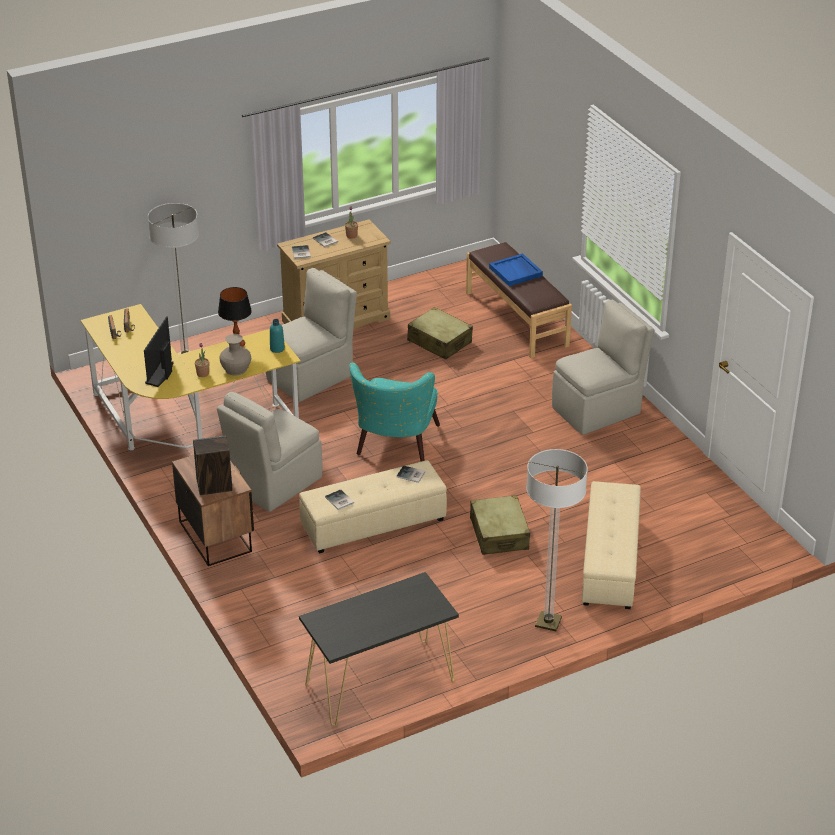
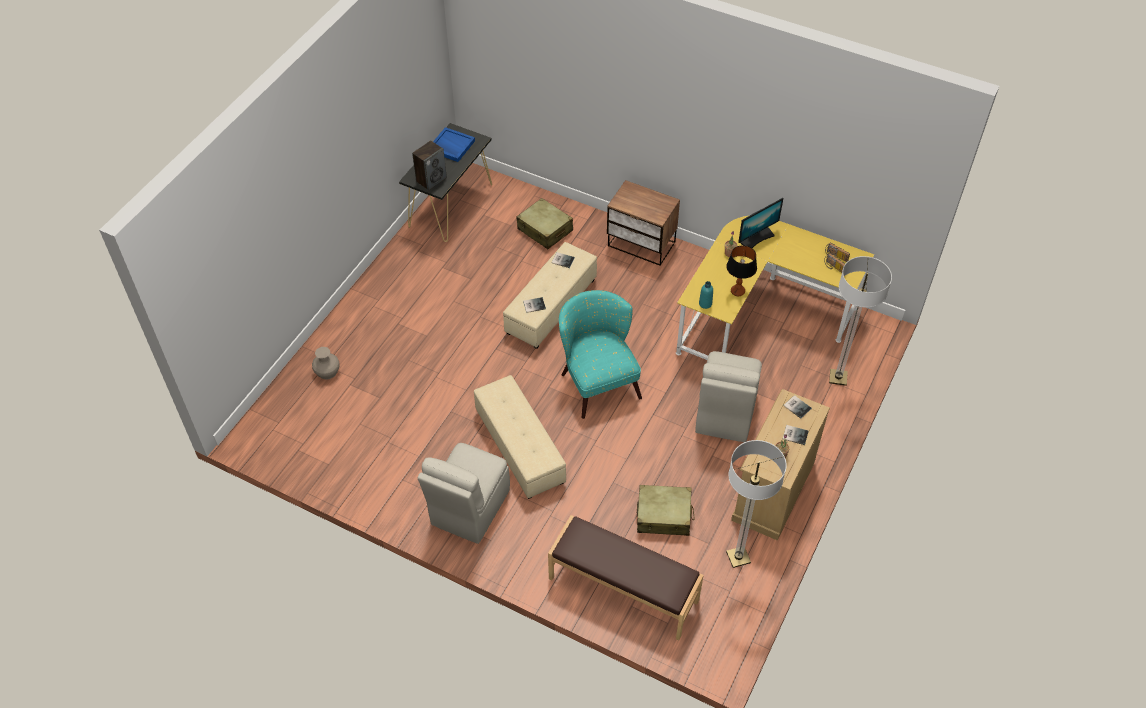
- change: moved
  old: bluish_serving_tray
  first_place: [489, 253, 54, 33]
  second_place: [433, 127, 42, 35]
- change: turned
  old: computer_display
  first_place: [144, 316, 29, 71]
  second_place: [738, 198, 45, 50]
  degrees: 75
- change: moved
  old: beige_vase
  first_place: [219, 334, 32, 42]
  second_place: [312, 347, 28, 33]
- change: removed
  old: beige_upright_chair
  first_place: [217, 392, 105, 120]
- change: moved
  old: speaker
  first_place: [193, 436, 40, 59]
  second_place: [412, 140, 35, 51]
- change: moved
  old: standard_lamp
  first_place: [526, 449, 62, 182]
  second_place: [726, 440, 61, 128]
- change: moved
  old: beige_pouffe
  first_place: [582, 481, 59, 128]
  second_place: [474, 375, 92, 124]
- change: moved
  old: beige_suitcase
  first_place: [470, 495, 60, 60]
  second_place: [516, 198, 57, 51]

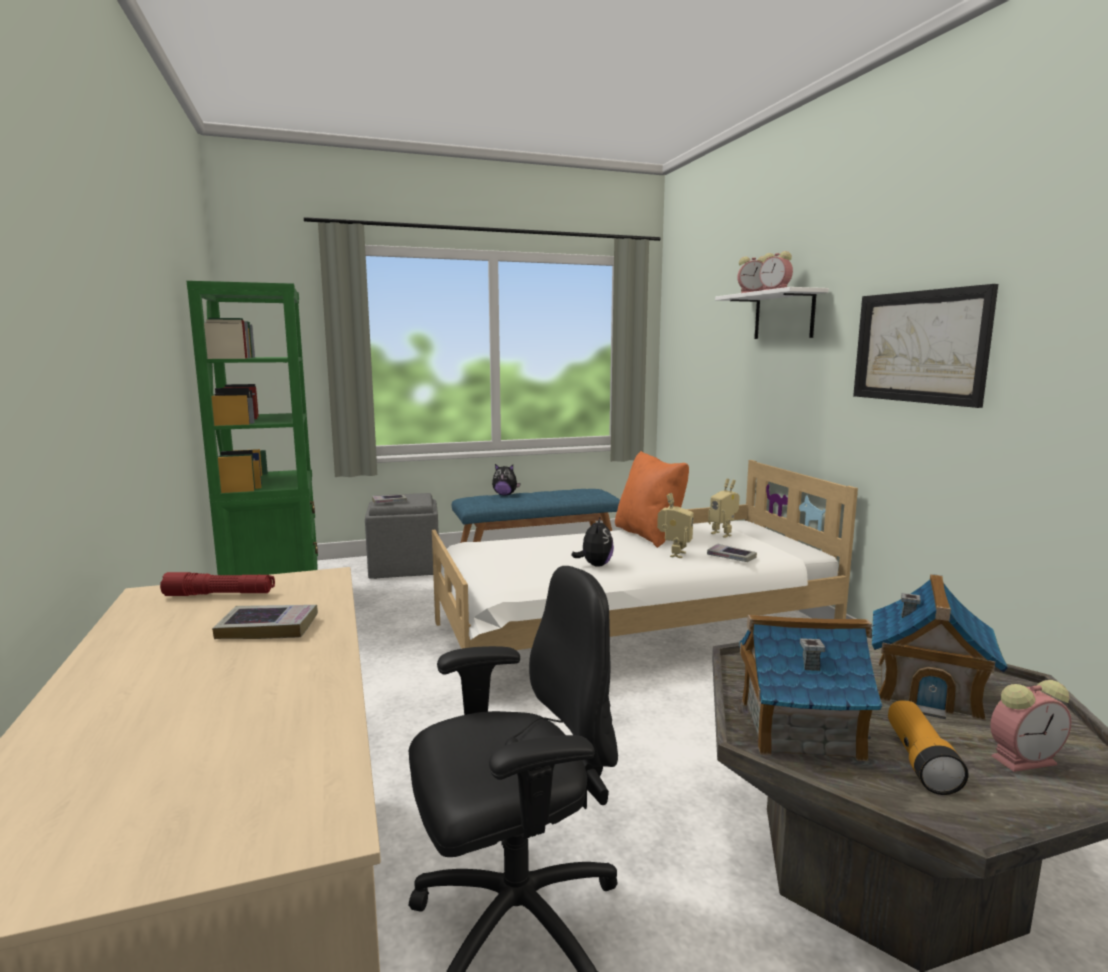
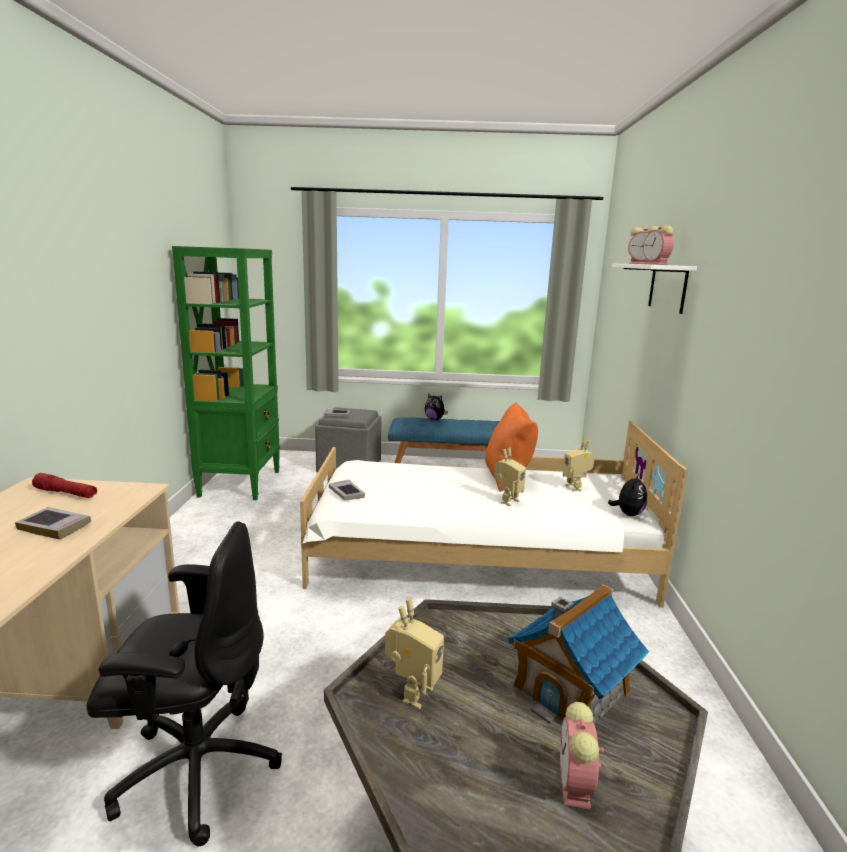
- change: removed
  old: wall_picture
  first_place: [853, 284, 145, 124]
- change: moved
  old: plush_toy
  first_place: [572, 516, 42, 51]
  second_place: [608, 474, 39, 42]
- change: moved
  old: book
  first_place: [707, 544, 50, 18]
  second_place: [329, 480, 36, 20]
- change: replaced
  old: model_house
  new: model_robot
  first_place: [739, 615, 143, 146]
  second_place: [385, 598, 59, 112]
- change: turned
  old: table_clock
  first_place: [990, 680, 81, 92]
  second_place: [560, 702, 44, 108]
  degrees: 90
- change: removed
  old: flashlight
  first_place: [888, 700, 81, 95]

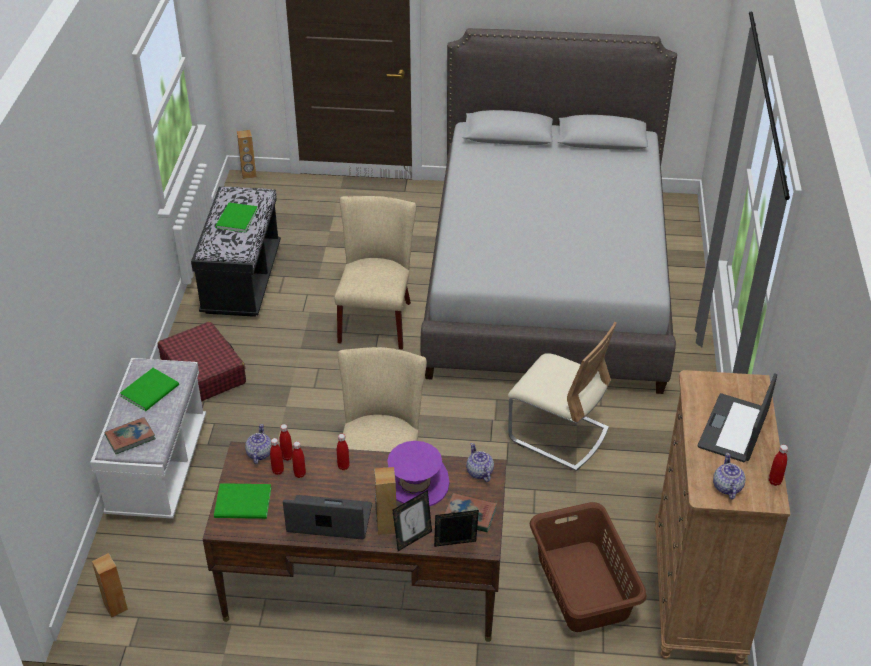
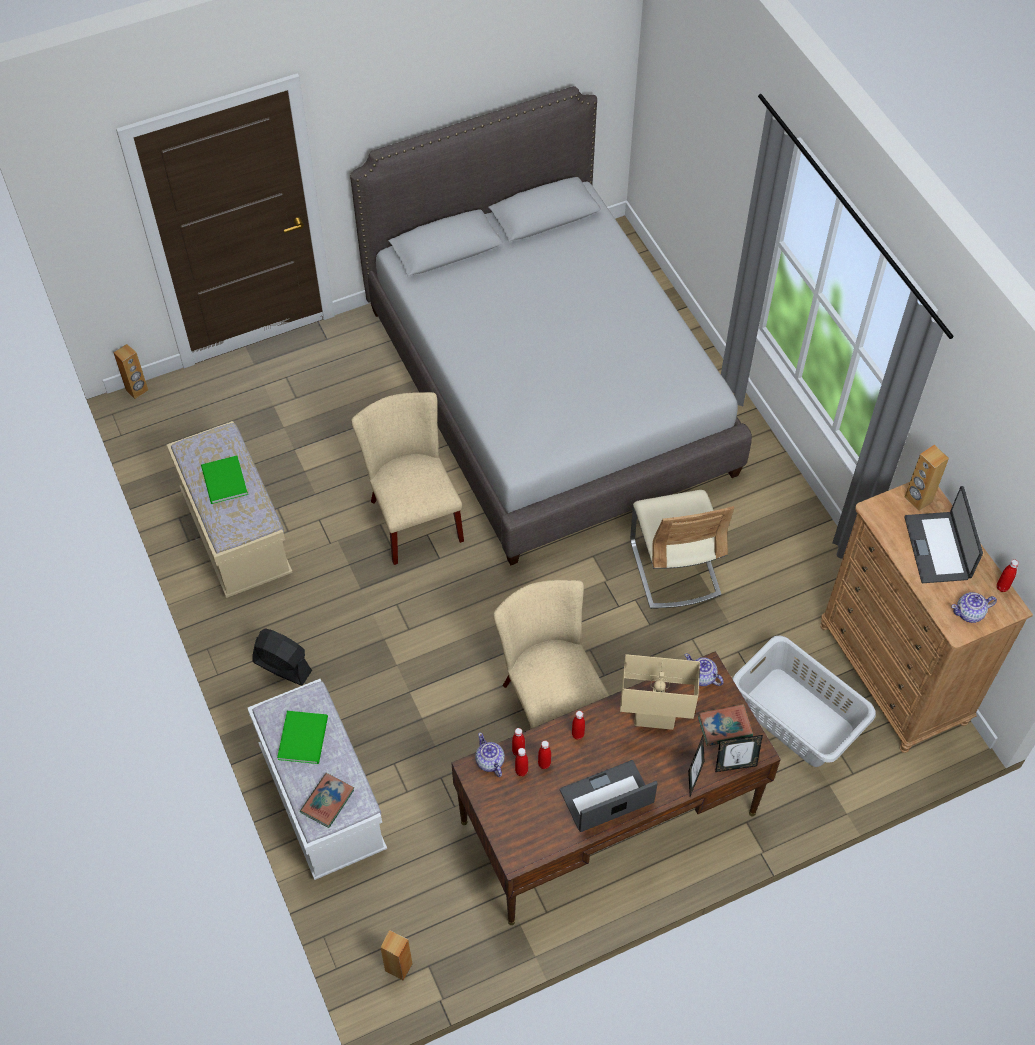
- change: recoloured
  old: blackish_long_seat
  new: beige_long_seat
  first_place: [191, 187, 90, 130]
  second_place: [167, 421, 126, 177]
- change: replaced
  old: reddish_suitcase
  new: blackish_fan
  first_place: [158, 321, 88, 81]
  second_place: [252, 628, 60, 57]
- change: turned
  old: beige_upright_chair
  first_place: [508, 322, 109, 149]
  second_place: [630, 490, 104, 119]
  degrees: 75
- change: replaced
  old: purple-coloured_wearable_hat
  new: beige_table_lamp
  first_place: [387, 441, 63, 65]
  second_place: [620, 654, 80, 76]
- change: turned
  old: pot_for_tea
  first_place: [713, 453, 33, 47]
  second_place: [951, 592, 46, 31]
  degrees: -75
- change: moved
  old: brown-coloured_speaker
  first_place: [374, 467, 22, 68]
  second_place: [905, 445, 44, 66]
- change: removed
  old: green-coloured_book
  first_place: [214, 483, 57, 36]
- change: recoloured
  old: brown-coloured_laundry_basket
  new: greyish_laundry_basket
  first_place: [530, 502, 117, 130]
  second_place: [732, 636, 144, 131]
- change: turned
  old: picture_frame
  first_place: [434, 510, 45, 37]
  second_place: [715, 735, 48, 37]
  degrees: -150

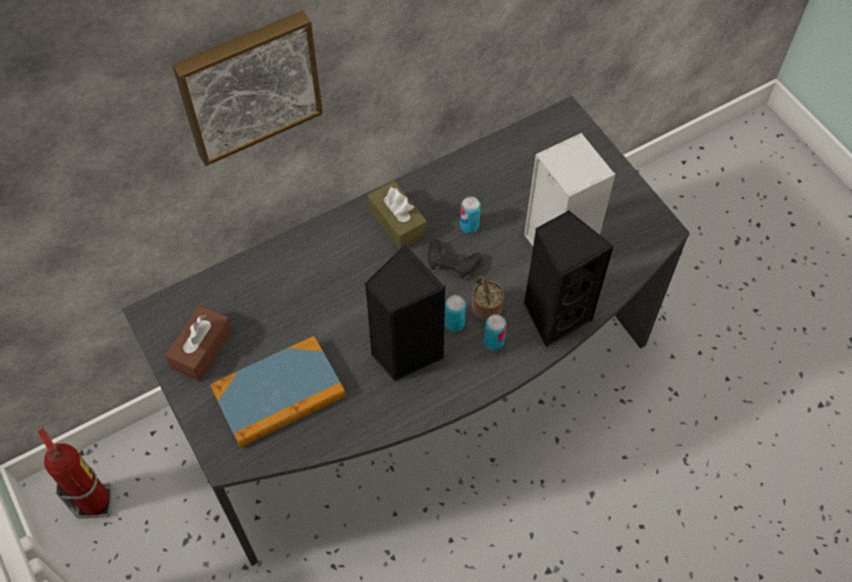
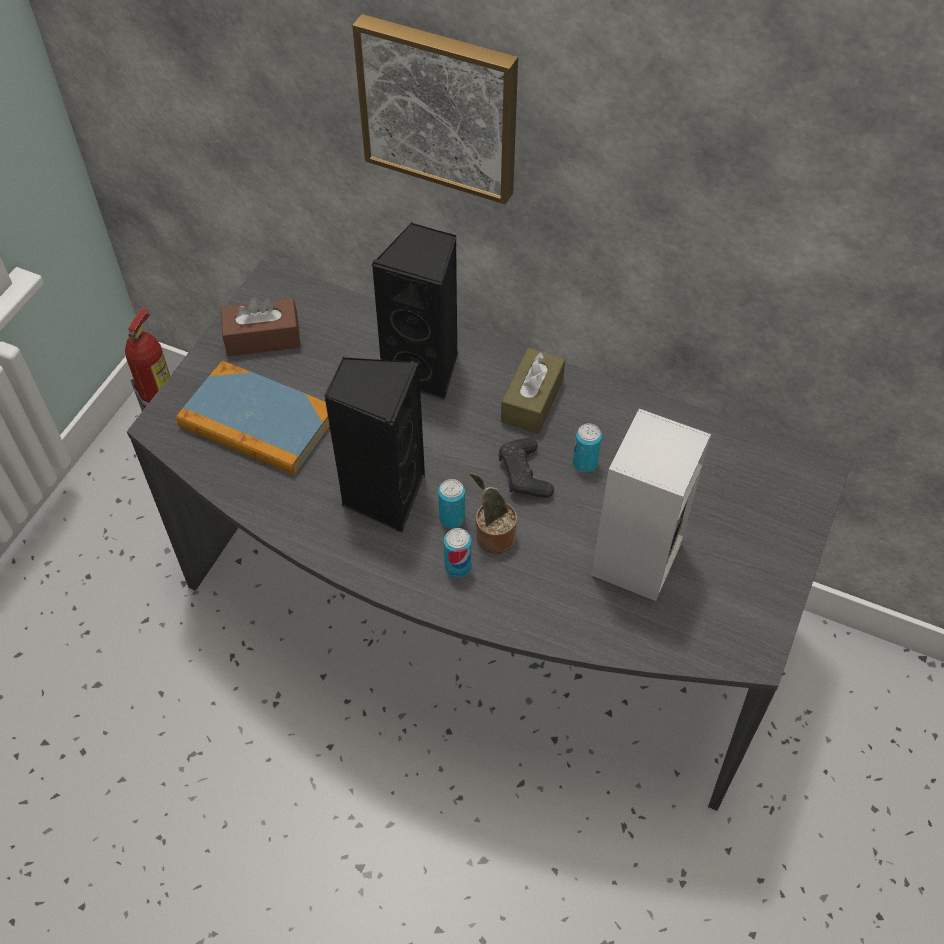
- change: moved
  old: blackish_speaker
  first_place: [524, 210, 90, 138]
  second_place: [371, 222, 87, 179]

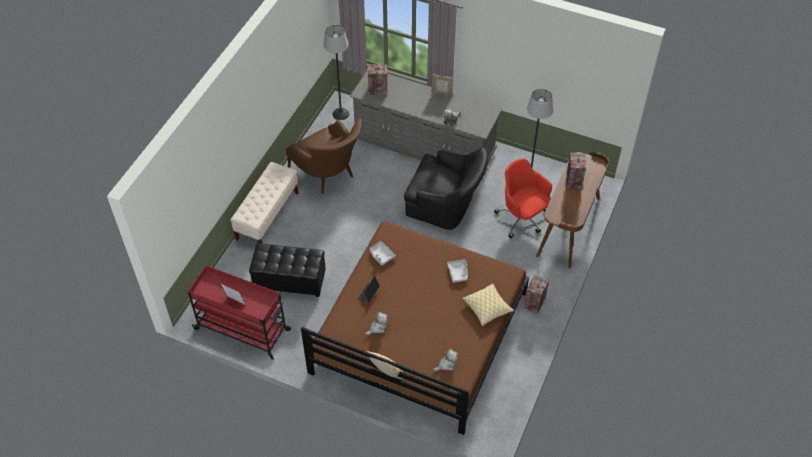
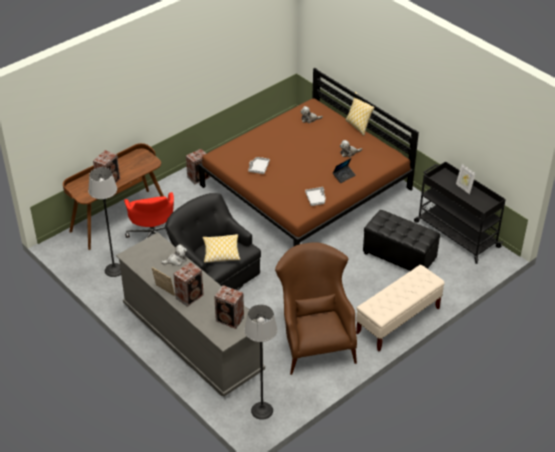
- change: recoloured
  old: reddish_cart
  new: blackish_cart
  first_place: [188, 265, 103, 95]
  second_place: [414, 161, 92, 103]
- change: moved
  old: pillow
  first_place: [462, 284, 52, 42]
  second_place: [202, 234, 38, 29]
- change: added
  new: speaker
  second_place: [174, 262, 30, 45]

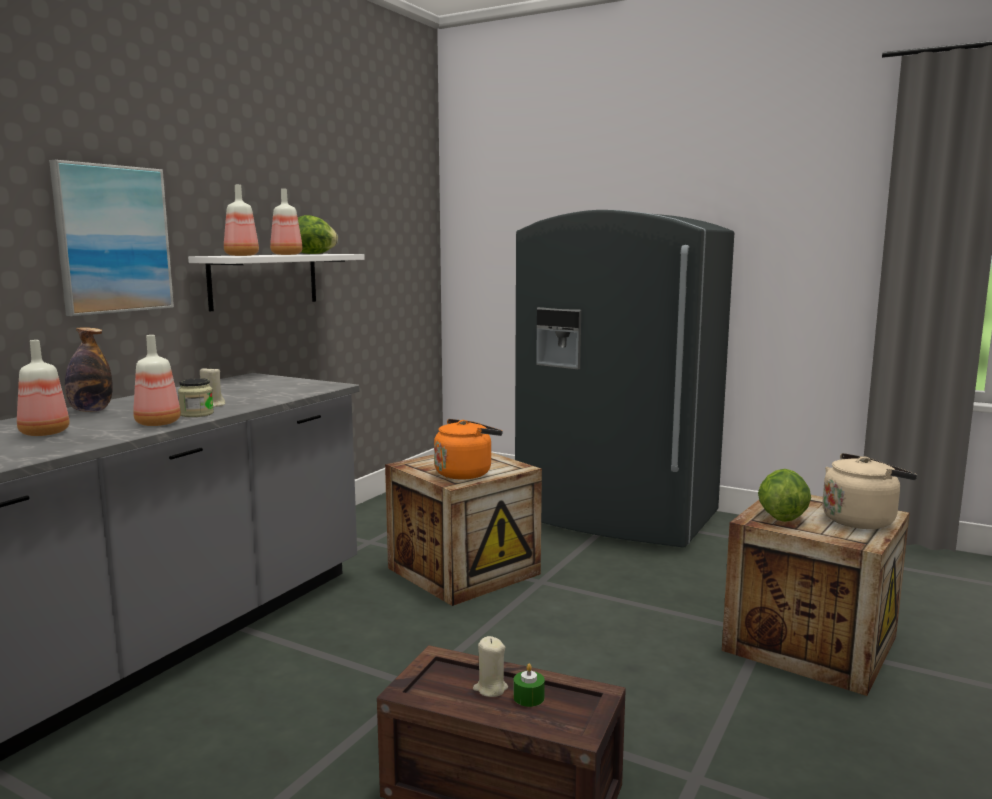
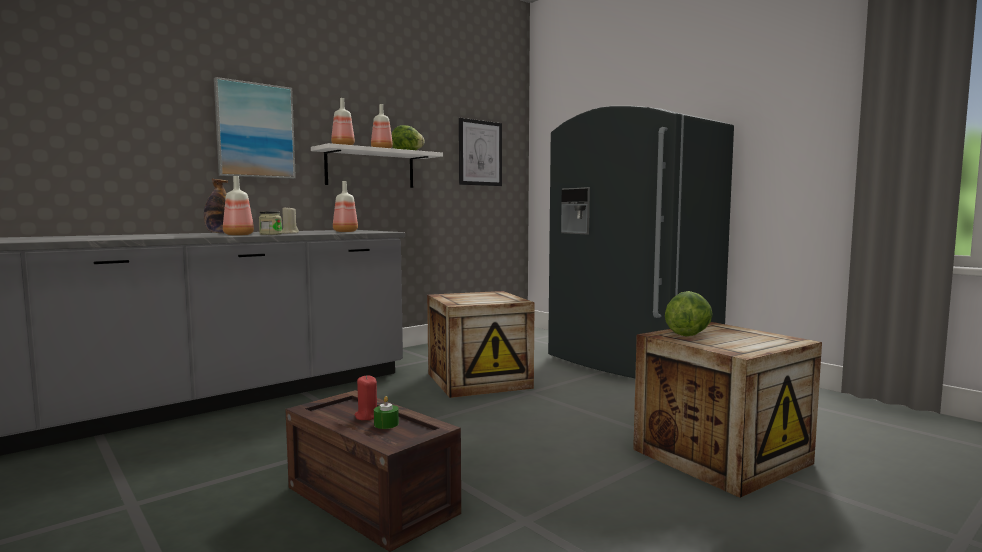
- change: moved
  old: drink_bottle
  first_place: [17, 340, 53, 96]
  second_place: [333, 181, 25, 51]
- change: removed
  old: orange_kettle
  first_place: [434, 419, 69, 61]
- change: removed
  old: beige_kettle
  first_place: [822, 453, 95, 76]
- change: recoloured
  old: beige_wax_light
  new: reddish_wax_light
  first_place: [473, 636, 35, 61]
  second_place: [354, 375, 23, 45]
- change: added
  new: wall_picture
  second_place: [459, 118, 43, 68]

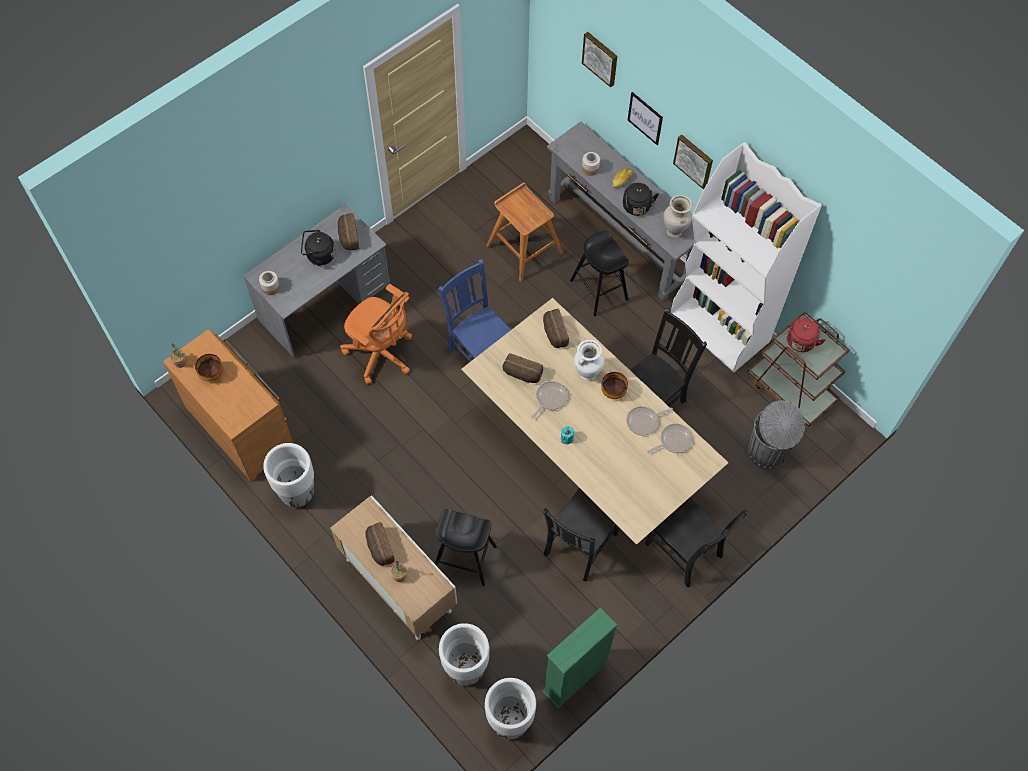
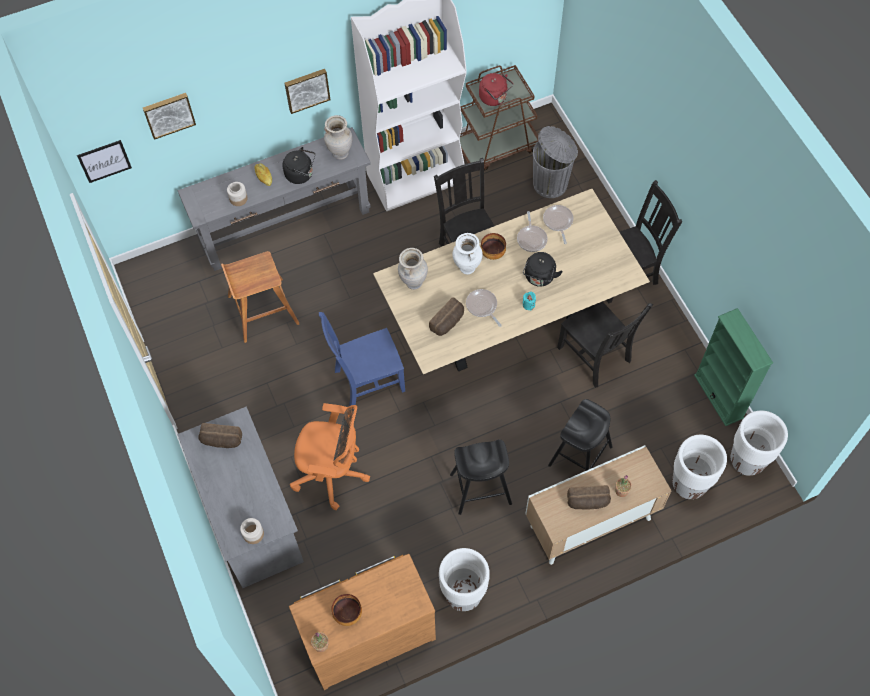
- change: moved
  old: wall_picture
  first_place: [628, 92, 35, 53]
  second_place: [77, 140, 55, 43]
- change: moved
  old: blackish_kettle
  first_place: [301, 230, 34, 36]
  second_place: [523, 252, 40, 35]
- change: moved
  old: blackish_sitting_stool
  first_place: [570, 230, 59, 86]
  second_place: [450, 439, 62, 76]
- change: turned
  old: orange_desk_chair
  first_place: [340, 284, 72, 100]
  second_place: [290, 403, 80, 107]
  degrees: 45
- change: replaced
  old: bakery_bread
  new: beige_vase
  first_place: [543, 309, 26, 39]
  second_place: [398, 248, 30, 42]

